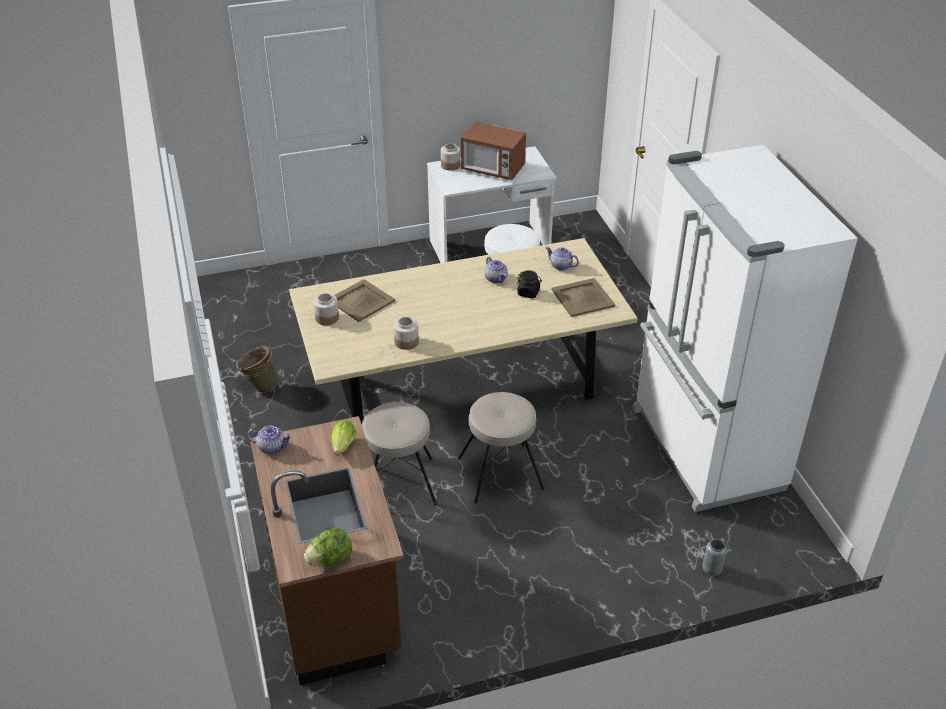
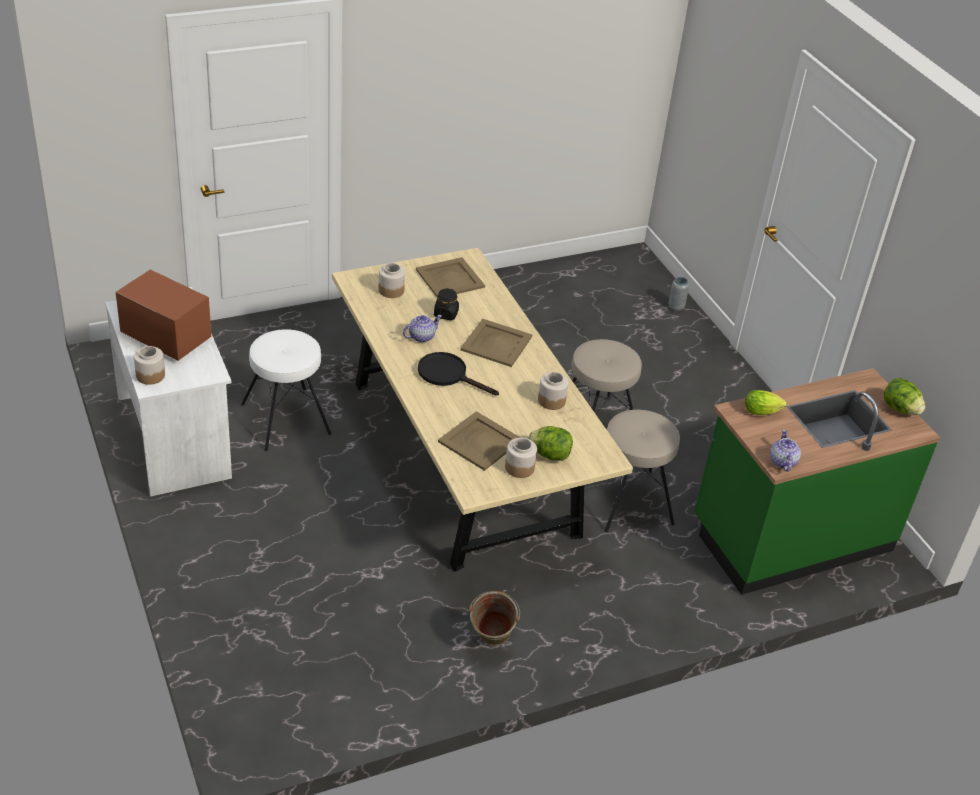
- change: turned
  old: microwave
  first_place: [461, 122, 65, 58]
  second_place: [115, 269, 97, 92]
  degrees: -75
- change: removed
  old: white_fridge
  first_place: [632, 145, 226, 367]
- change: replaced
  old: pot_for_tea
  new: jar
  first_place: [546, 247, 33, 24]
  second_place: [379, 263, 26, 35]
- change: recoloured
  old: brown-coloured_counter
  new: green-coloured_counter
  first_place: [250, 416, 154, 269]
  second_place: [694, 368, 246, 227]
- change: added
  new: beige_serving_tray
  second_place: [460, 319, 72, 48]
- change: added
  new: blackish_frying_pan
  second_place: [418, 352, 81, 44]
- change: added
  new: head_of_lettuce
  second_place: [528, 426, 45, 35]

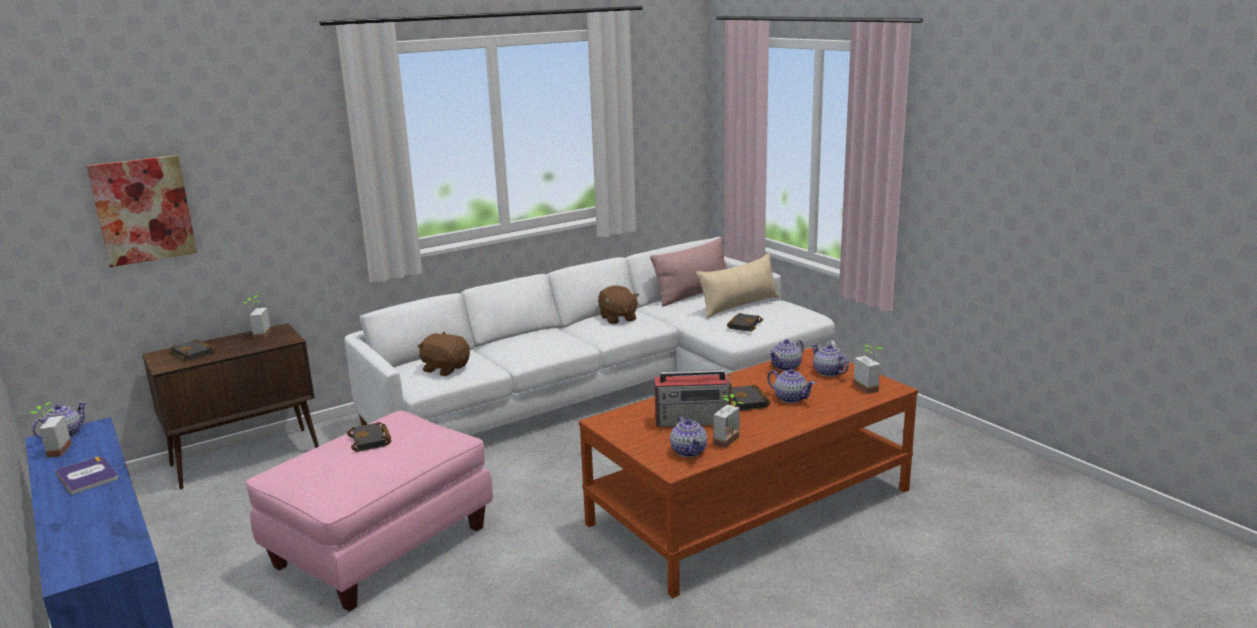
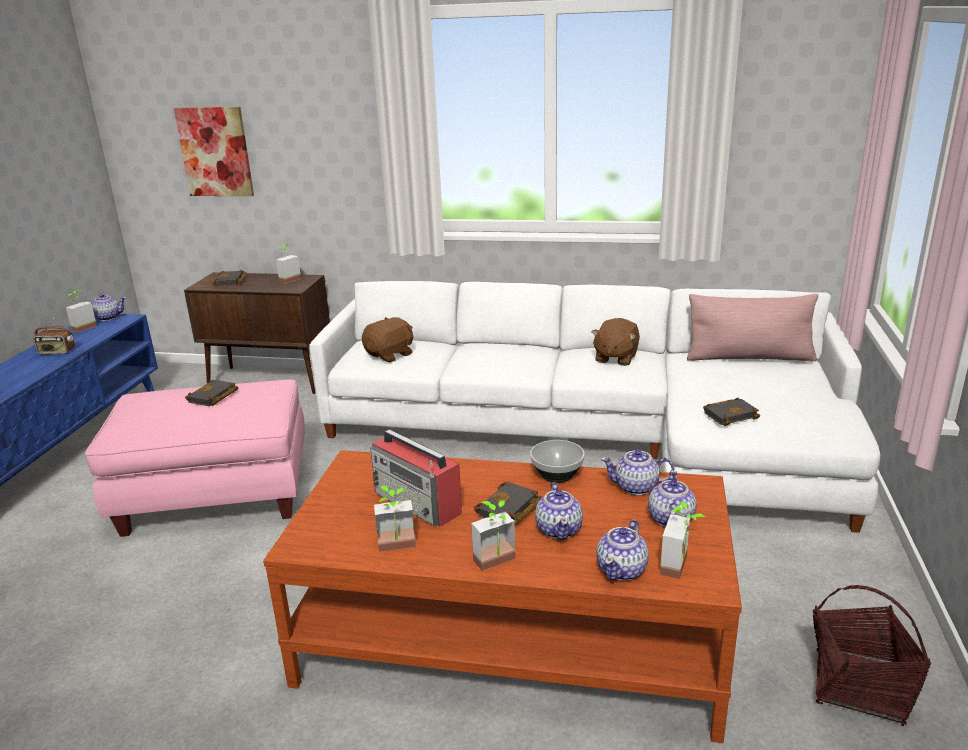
- change: removed
  old: beige_pillow
  first_place: [696, 253, 83, 65]
- change: turned
  old: brown-coloured_plush_toy
  first_place: [418, 332, 52, 44]
  second_place: [362, 317, 52, 45]
  degrees: 60
- change: moved
  old: pot_for_tea
  first_place: [670, 416, 37, 42]
  second_place: [597, 520, 52, 61]
- change: replaced
  old: book
  new: radio_set
  first_place: [55, 456, 63, 39]
  second_place: [33, 315, 42, 39]
- change: added
  new: serving_bowl
  second_place: [530, 440, 55, 43]
- change: added
  new: potted_plant
  second_place: [471, 500, 45, 71]
- change: added
  new: household_basket
  second_place: [812, 585, 119, 141]

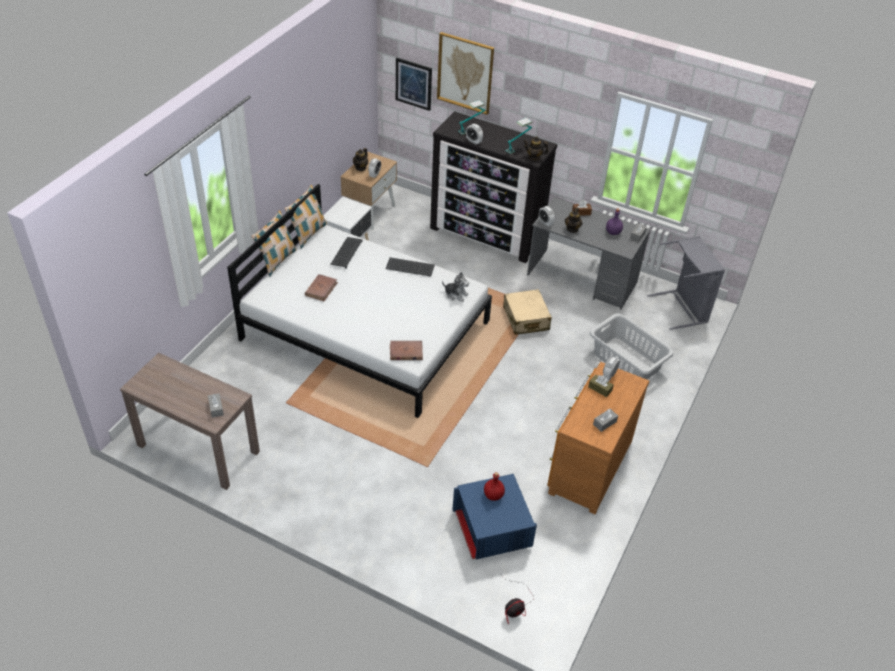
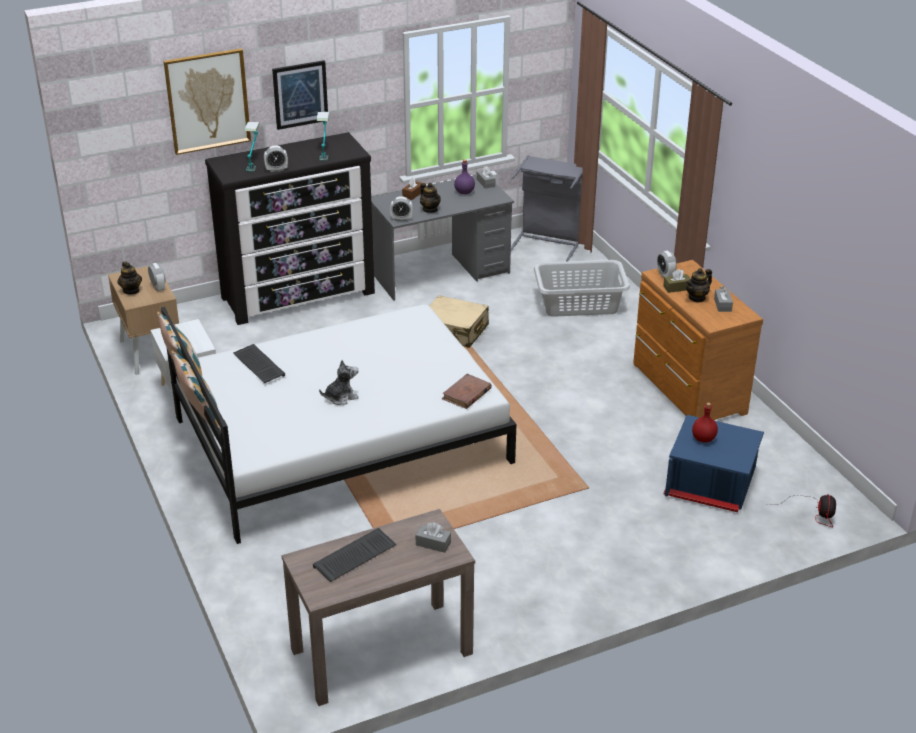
- change: moved
  old: wall_picture
  first_place: [396, 58, 36, 53]
  second_place: [272, 60, 57, 70]
- change: moved
  old: pot_for_tea
  first_place: [523, 136, 26, 25]
  second_place: [686, 268, 26, 35]
- change: moved
  old: PC_keyboard
  first_place: [386, 257, 49, 19]
  second_place: [313, 528, 83, 54]
- change: moved
  old: plush_toy
  first_place: [442, 272, 27, 30]
  second_place: [319, 360, 39, 45]
- change: removed
  old: brown-coloured_book
  first_place: [305, 274, 33, 27]

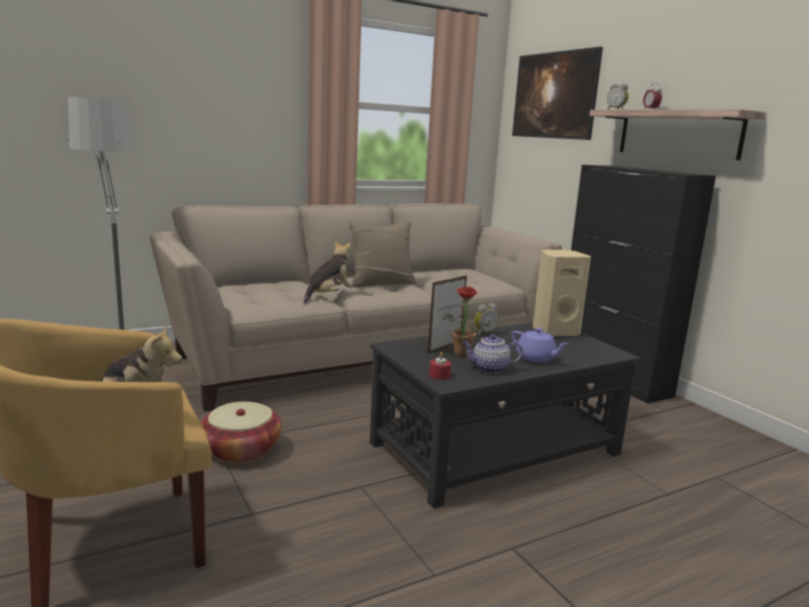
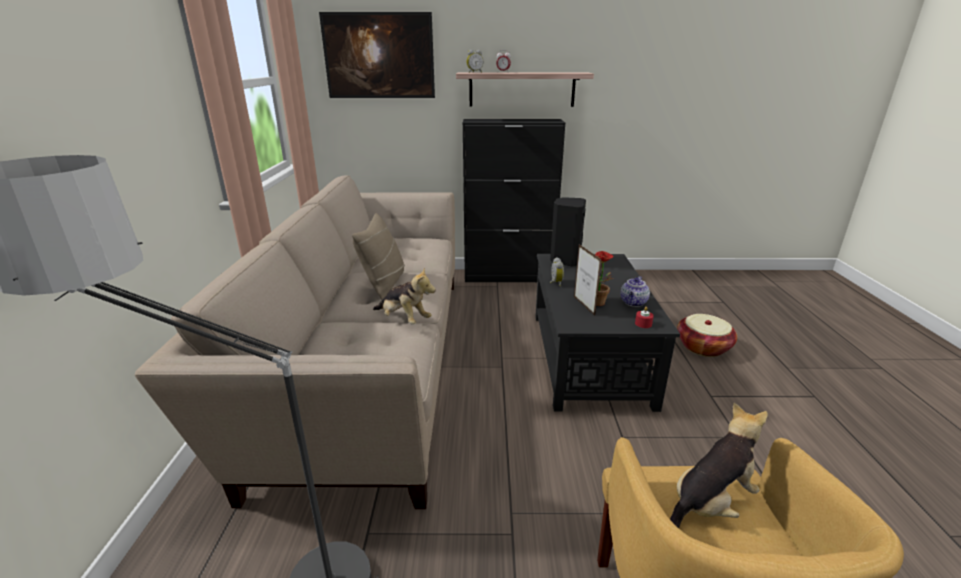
- change: turned
  old: plush_toy
  first_place: [304, 241, 49, 63]
  second_place: [373, 267, 63, 57]
  degrees: 150
- change: recoloured
  old: beige_speaker
  new: blackish_speaker
  first_place: [533, 250, 58, 86]
  second_place: [550, 197, 36, 70]
- change: removed
  old: purple-coloured_pot_for_tea
  first_place: [511, 328, 58, 35]
- change: moved
  old: household_basket
  first_place: [201, 402, 81, 61]
  second_place: [677, 314, 60, 43]

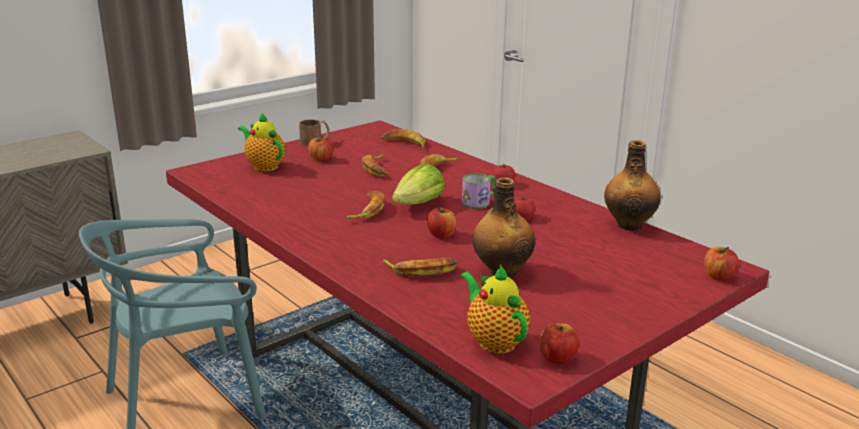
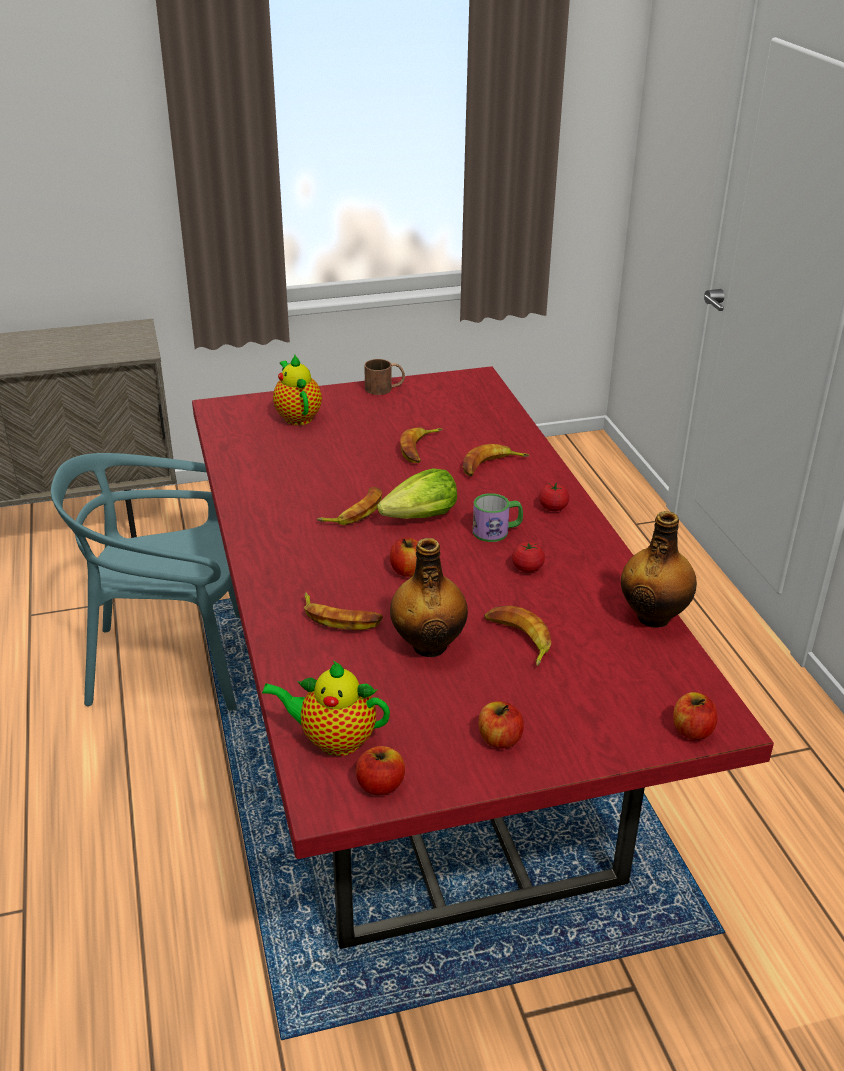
- change: moved
  old: banana_fruit
  first_place: [381, 129, 44, 19]
  second_place: [484, 605, 67, 61]
- change: moved
  old: apple
  first_place: [308, 136, 25, 25]
  second_place: [479, 701, 45, 48]
- change: turned
  old: pot_for_tea
  first_place: [460, 265, 70, 89]
  second_place: [262, 661, 128, 95]
  degrees: -75

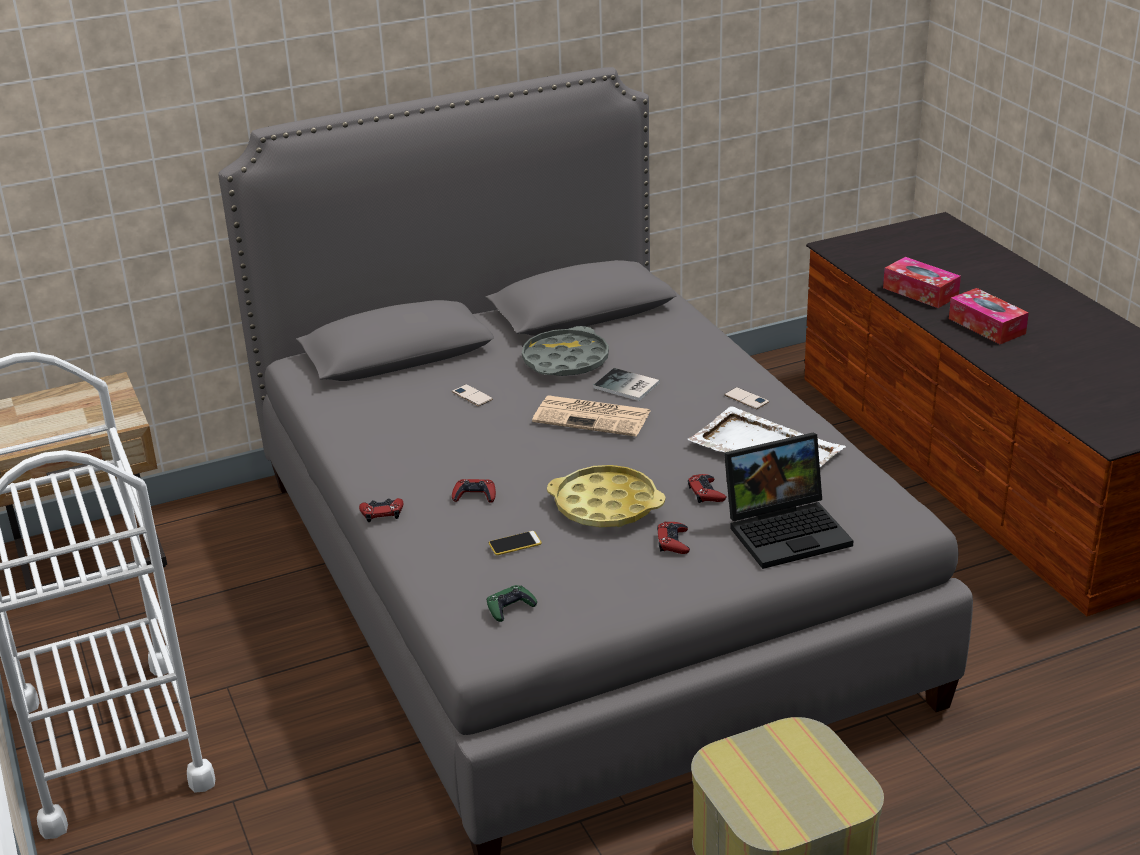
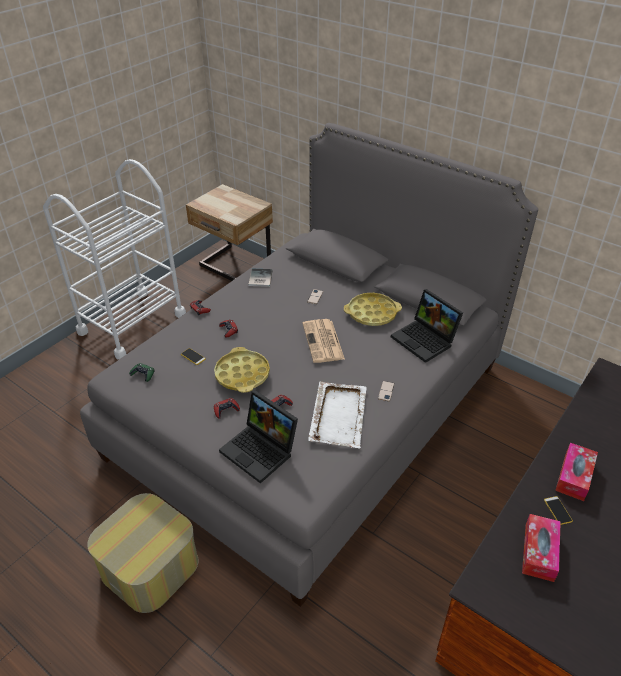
- change: moved
  old: tissue_holder
  first_place: [883, 257, 78, 51]
  second_place: [522, 514, 39, 68]
- change: recoloured
  old: greyish_serving_tray
  new: yellow-coloured_serving_tray
  first_place: [522, 326, 87, 50]
  second_place: [344, 293, 58, 33]
- change: moved
  old: book
  first_place: [593, 368, 67, 33]
  second_place: [248, 269, 25, 18]
- change: added
  new: notebook_computer
  second_place: [391, 289, 72, 74]
- change: added
  new: handset
  second_place: [544, 496, 29, 29]

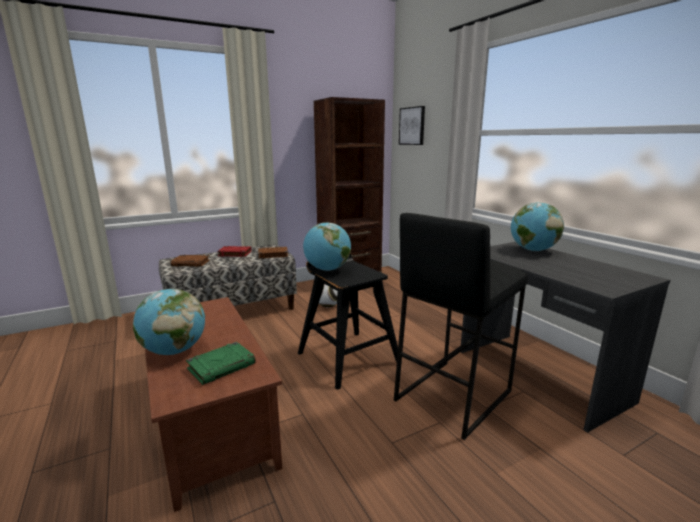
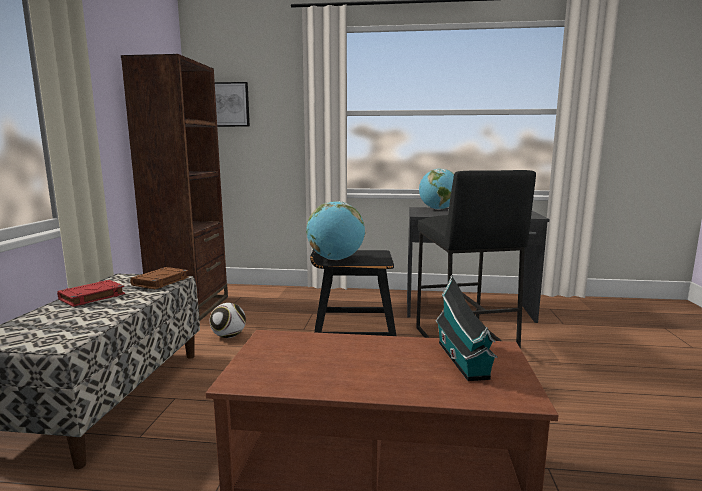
- change: removed
  old: brown-coloured_book
  first_place: [170, 255, 39, 12]
- change: removed
  old: globe
  first_place: [133, 289, 72, 66]
- change: replaced
  old: green-coloured_book
  new: model_house
  first_place: [186, 342, 70, 43]
  second_place: [435, 275, 63, 106]

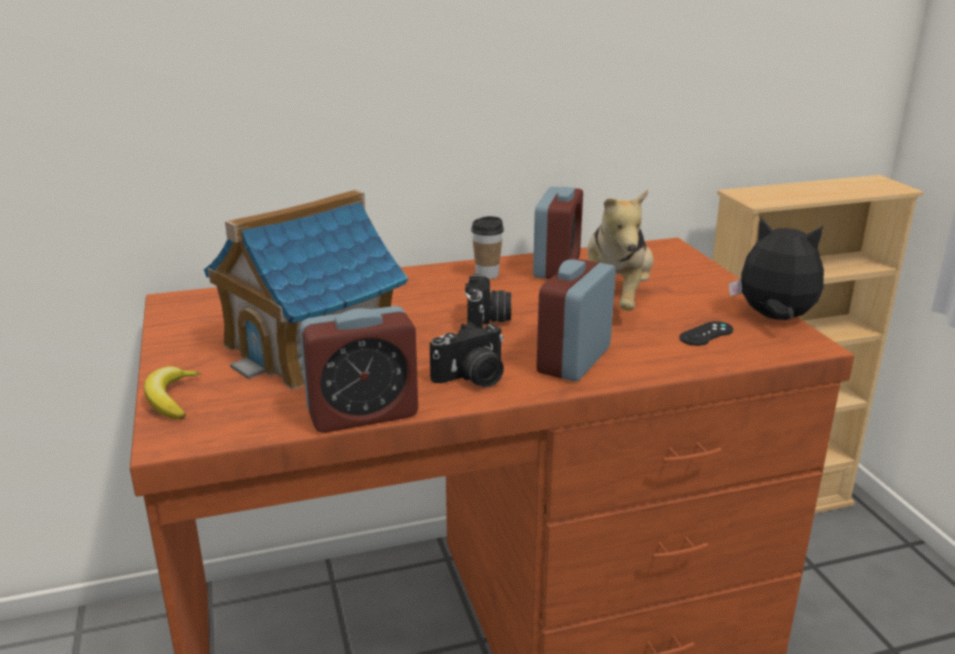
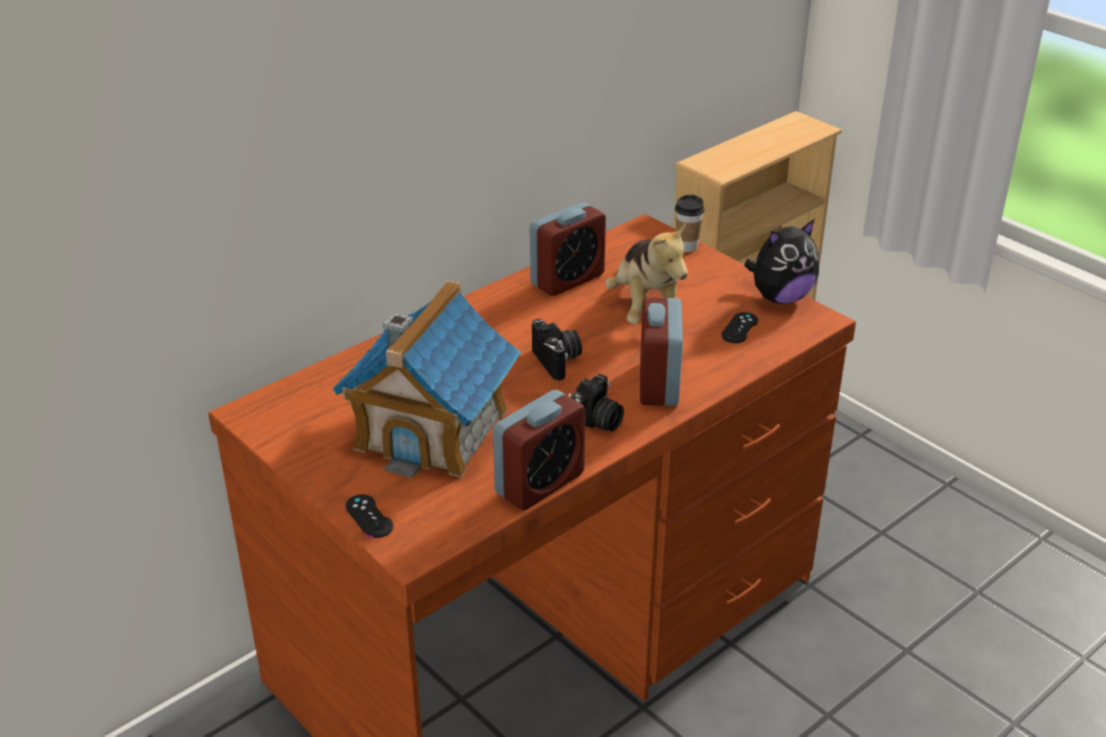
- change: turned
  old: table_clock
  first_place: [533, 187, 50, 92]
  second_place: [530, 202, 76, 94]
  degrees: 60
- change: moved
  old: cup
  first_place: [471, 216, 33, 63]
  second_place: [675, 195, 30, 57]
- change: turned
  old: plush_toy
  first_place: [729, 217, 95, 103]
  second_place: [744, 219, 75, 85]
  degrees: 150
- change: replaced
  old: banana_fruit
  new: blackish_game_controller
  first_place: [144, 366, 57, 54]
  second_place: [346, 494, 47, 44]

